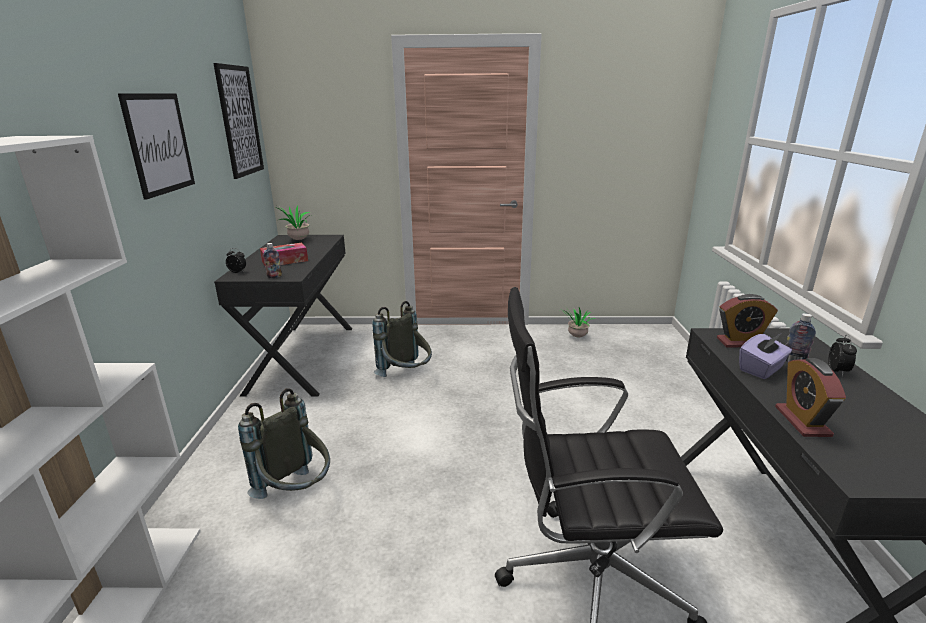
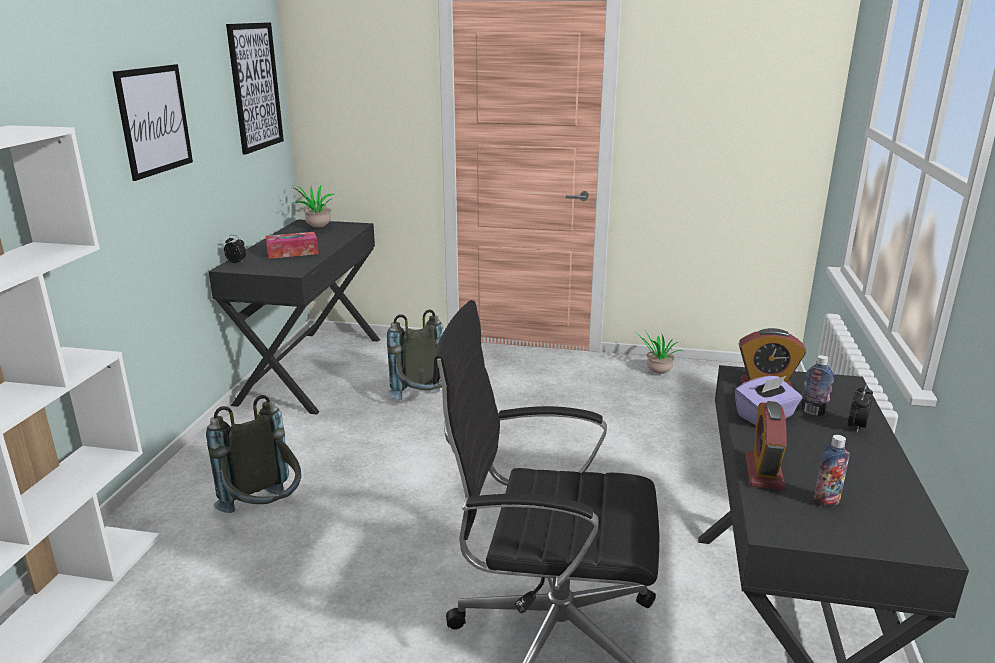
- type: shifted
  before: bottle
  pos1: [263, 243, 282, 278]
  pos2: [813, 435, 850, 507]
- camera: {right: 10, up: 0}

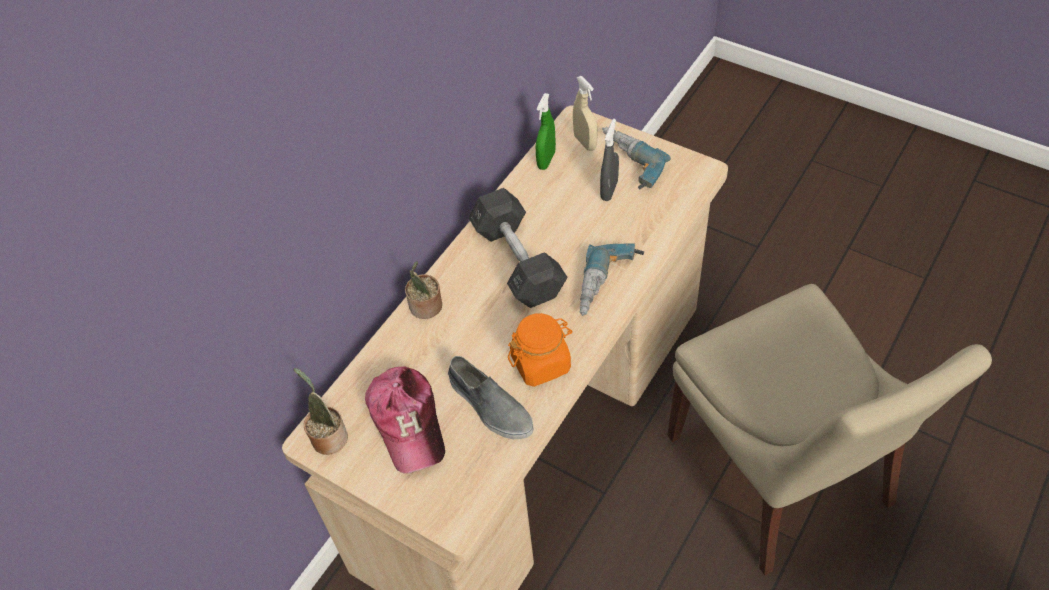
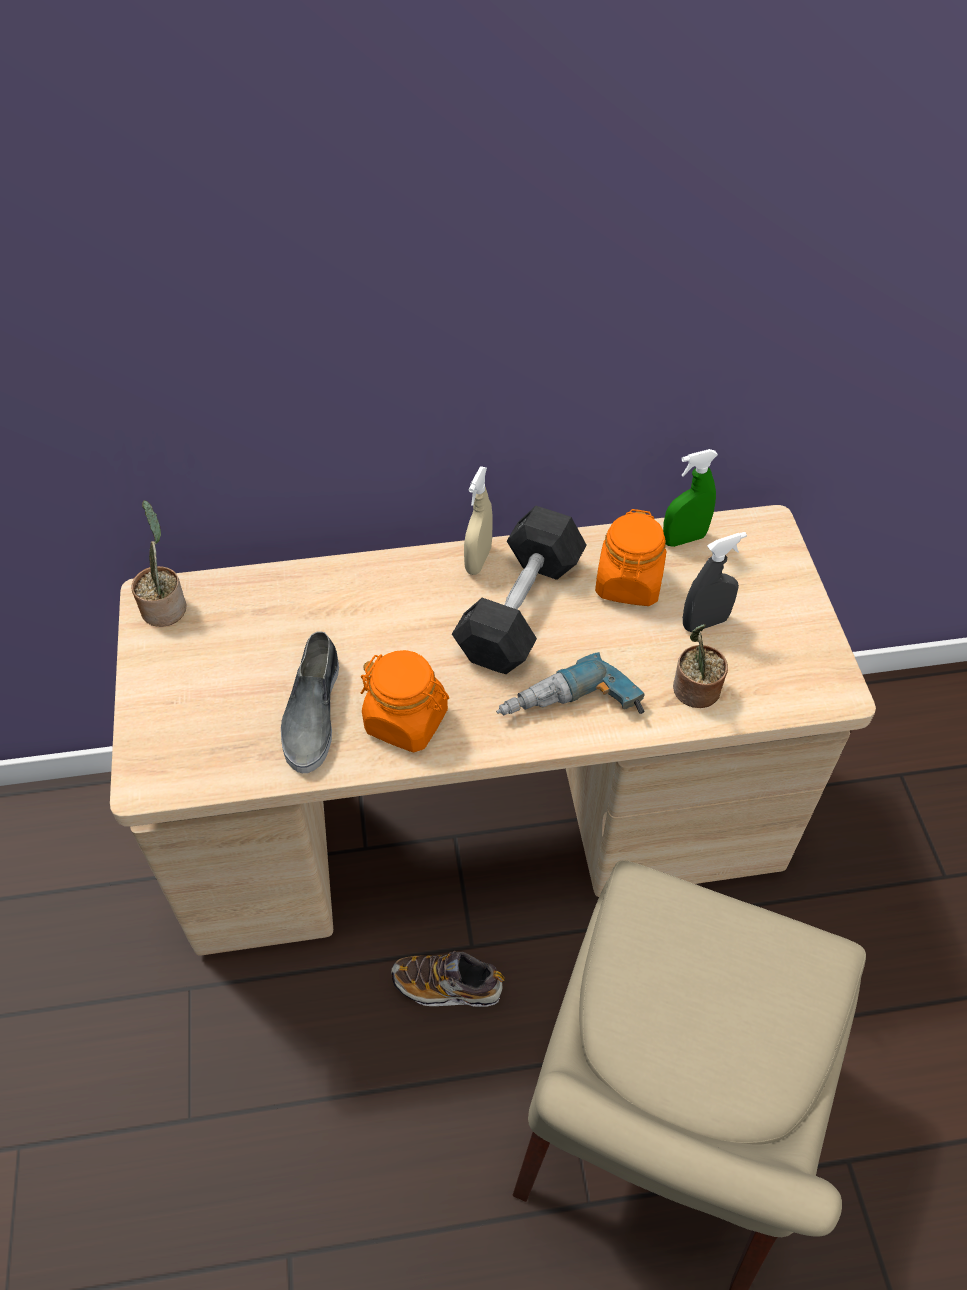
- type: gone
  before: cap
  pos1: [365, 366, 445, 474]
- type: shifted
  before: potted plant
  pos1: [405, 261, 442, 319]
  pos2: [673, 624, 728, 708]
- type: shifted
  before: beige sprayer
  pos1: [573, 76, 598, 151]
  pos2: [464, 466, 493, 575]
- type: gone
  before: power drill
  pos1: [602, 127, 671, 190]
- type: new
  after: item of footwear
  pos2: [391, 951, 505, 1007]
- type: new
  after: orange-coloured storage jar
  pos2: [595, 509, 667, 606]
- camera: {right: 45, up: 0}

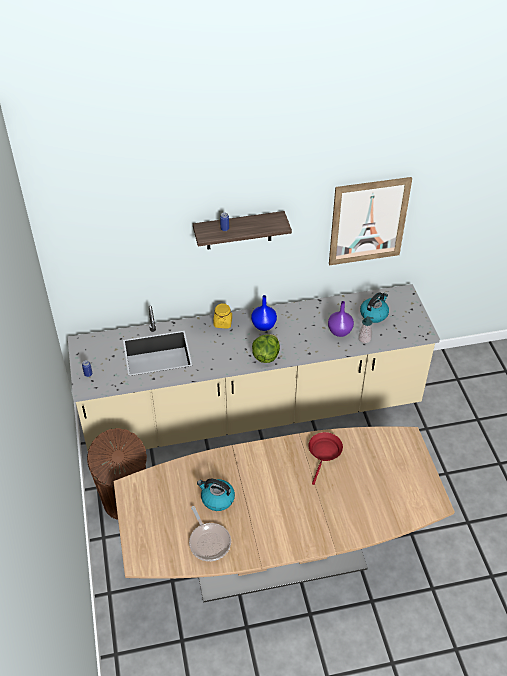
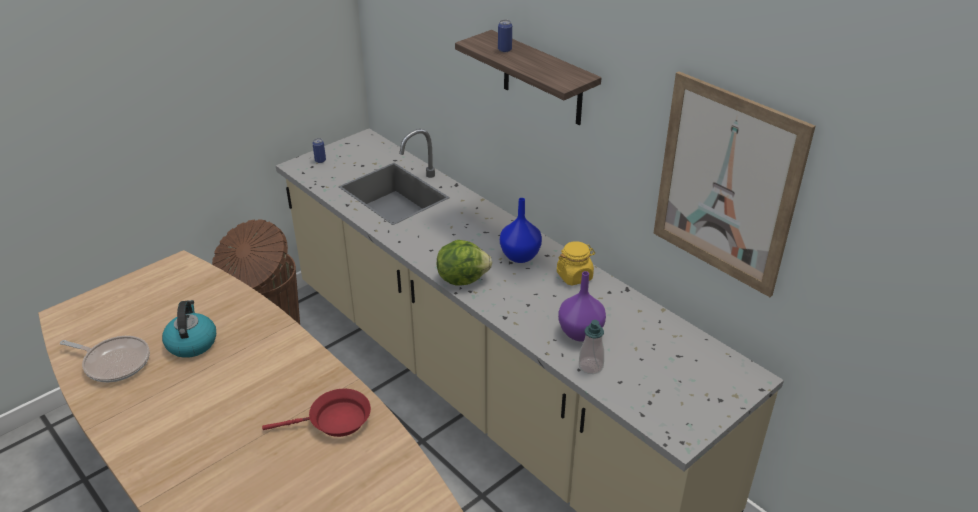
- type: rotated
  before: frying pan
  pos1: [189, 506, 231, 561]
  pos2: [60, 336, 150, 383]
  turn: -105
- type: shifted
  before: yellow storage jar
  pos1: [213, 303, 232, 328]
  pos2: [557, 241, 595, 286]
- type: gone
  before: tea kettle
  pos1: [360, 292, 389, 323]
- camera: {right: 60, up: -10}

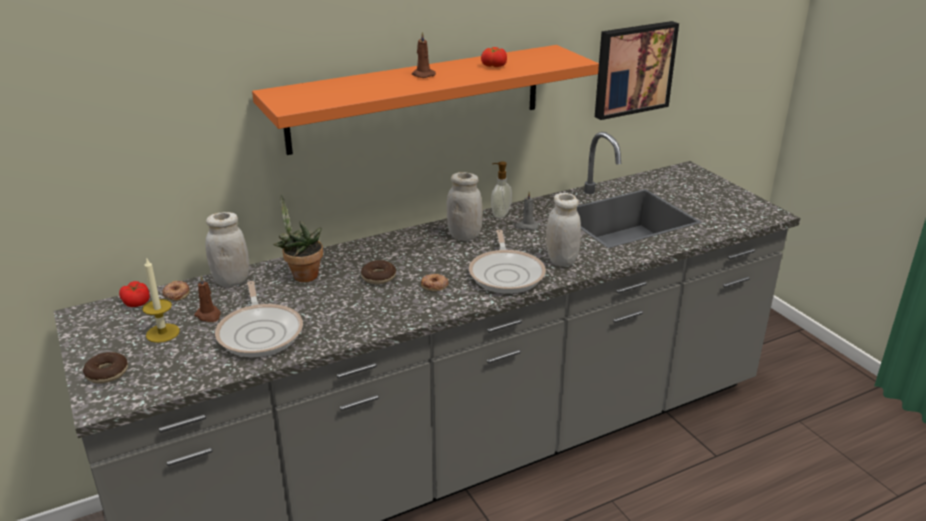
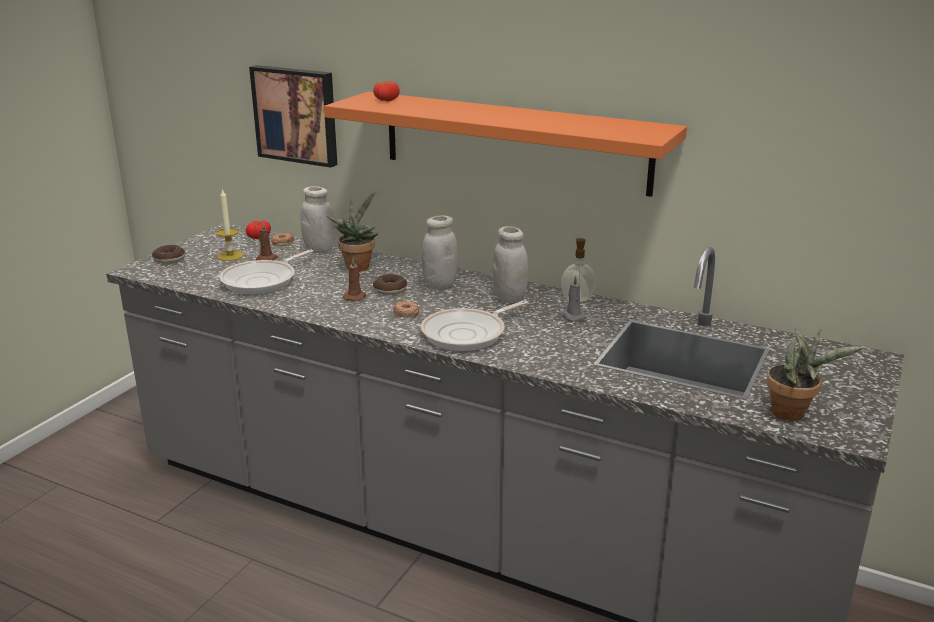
- type: shifted
  before: brown-coloured wax candle
  pos1: [412, 31, 436, 78]
  pos2: [343, 258, 366, 301]
- type: shifted
  before: whole tomato
  pos1: [481, 47, 507, 67]
  pos2: [373, 82, 400, 102]
- type: shifted
  before: white-coloured storage jar
  pos1: [546, 193, 581, 267]
  pos2: [422, 215, 458, 289]
- type: shifted
  before: picture
  pos1: [595, 21, 679, 120]
  pos2: [249, 65, 337, 168]
- type: new
  after: potted plant
  pos2: [766, 328, 865, 421]
- camera: {right: 55, up: -5}

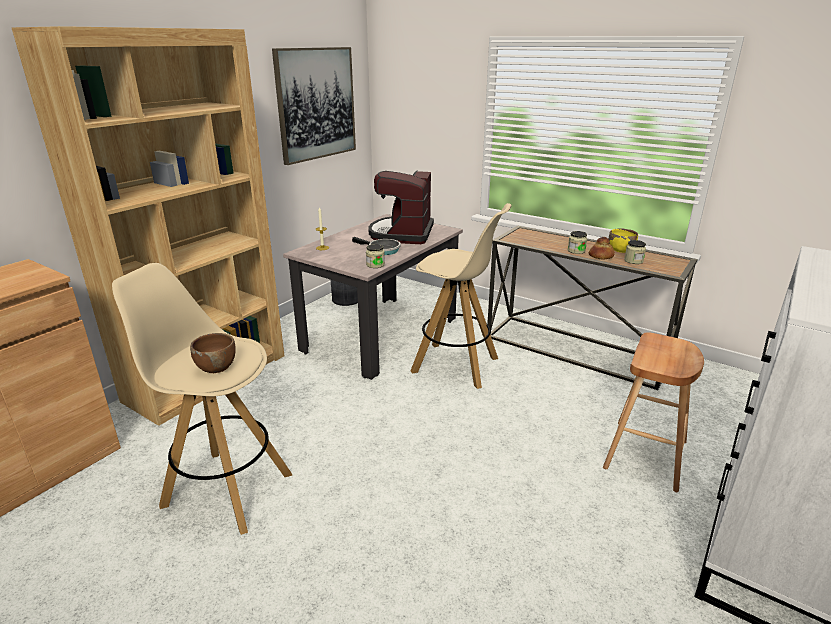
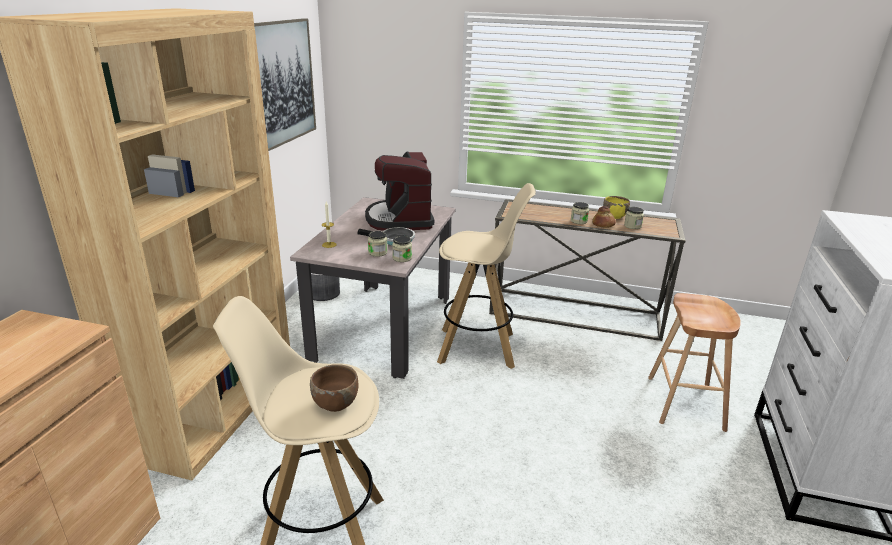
- type: new
  after: storage jar
  pos2: [368, 231, 387, 257]
- camera: {right: -20, up: 0}

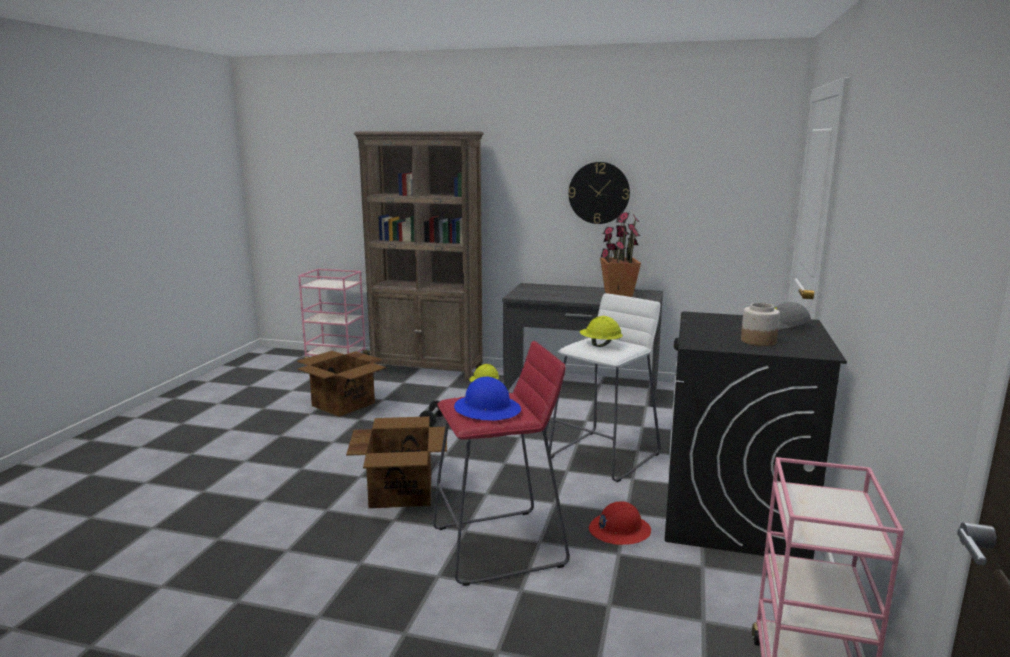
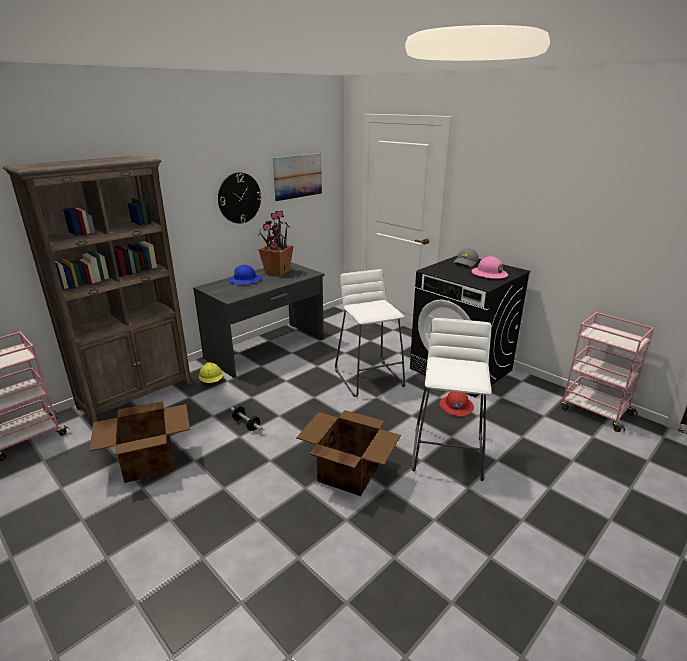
- type: repainted
  before: red-coloured stool
  after: white-coloured stool
  pos1: [433, 341, 570, 586]
  pos2: [412, 318, 491, 481]
- type: shifted
  before: blue-coloured work helmet
  pos1: [454, 376, 521, 421]
  pos2: [228, 265, 261, 284]
- type: gone
  before: yellow work helmet
  pos1: [580, 316, 623, 347]
- type: swapped
  before: storage jar
  after: pink-coloured work helmet
  pos1: [741, 303, 780, 346]
  pos2: [471, 256, 508, 279]
- type: new
  after: picture
  pos2: [273, 153, 322, 201]
- camera: {right: -60, up: 10}

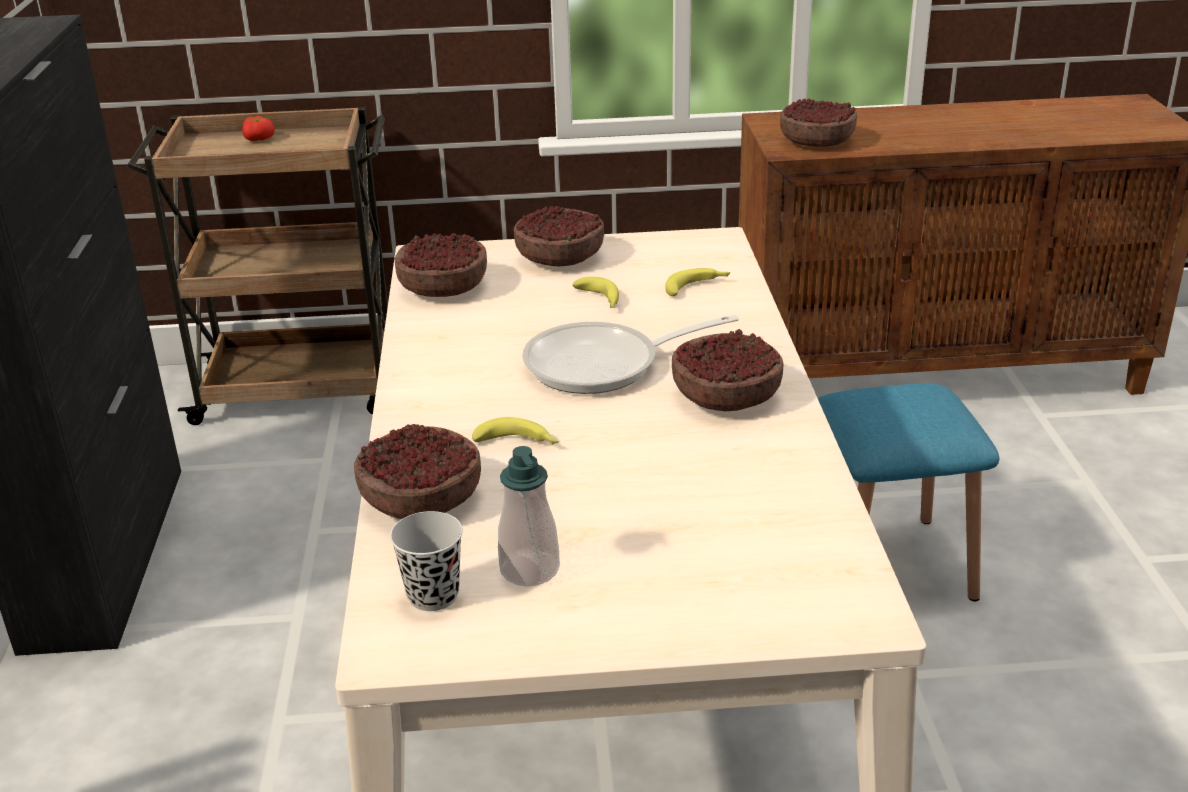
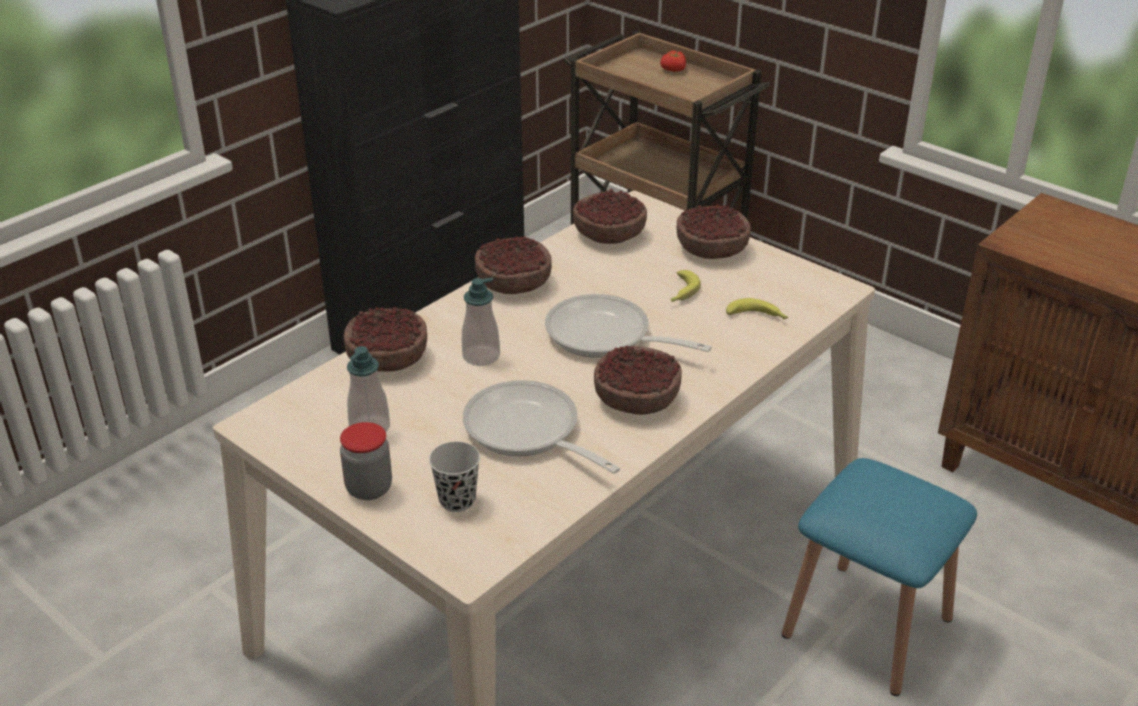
- type: shifted
  before: black small cup
  pos1: [390, 511, 463, 611]
  pos2: [429, 441, 480, 512]
- type: swapped
  before: whole banana
  after: liquid soap bottle
  pos1: [472, 417, 559, 445]
  pos2: [462, 278, 500, 366]
- type: shifted
  before: deep dish
  pos1: [780, 99, 857, 147]
  pos2: [475, 236, 552, 294]
- type: new
  after: storage jar
  pos2: [340, 422, 392, 500]
- type: new
  after: frying pan
  pos2: [463, 380, 620, 474]
- camera: {right: 45, up: 5}

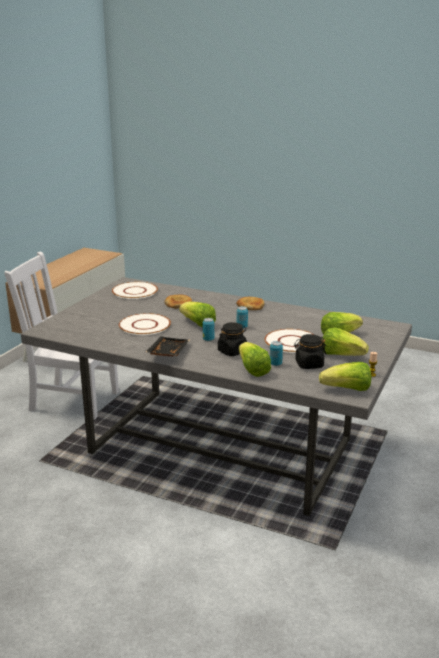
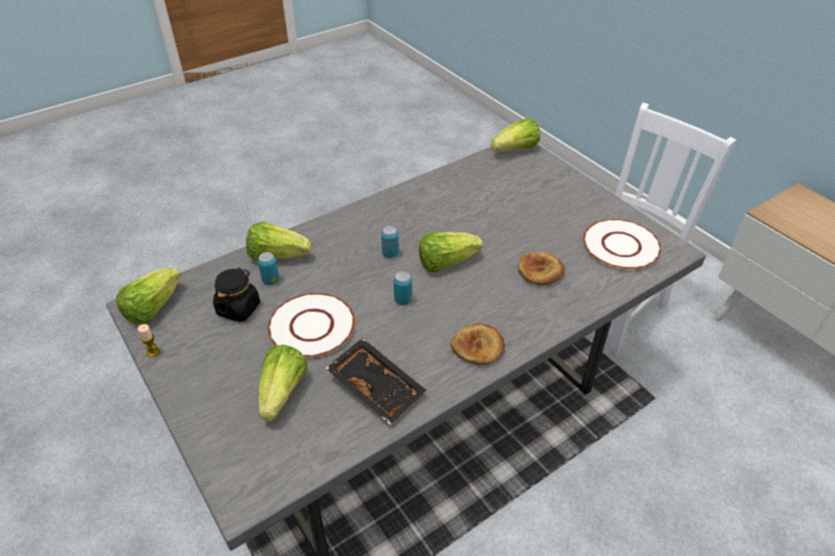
- type: gone
  before: white-coloured plate
  pos1: [119, 313, 171, 335]
- type: shifted
  before: black tray
  pos1: [146, 336, 189, 356]
  pos2: [326, 338, 426, 424]
- type: gone
  before: black storage jar
  pos1: [218, 322, 247, 356]
- type: shifted
  before: lettuce
  pos1: [321, 327, 369, 356]
  pos2: [491, 119, 540, 152]
- camera: {right: 120, up: 20}

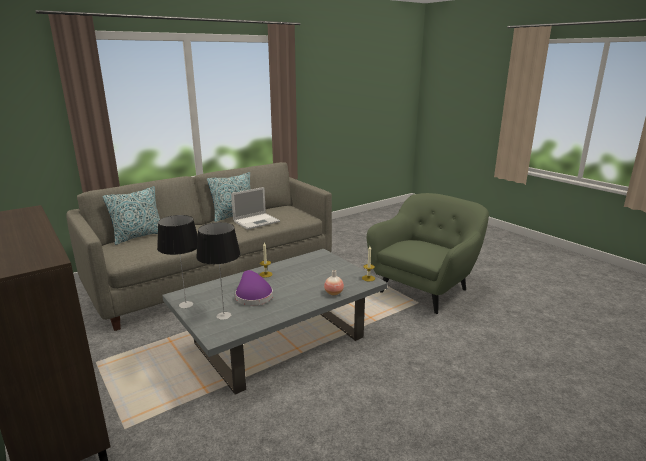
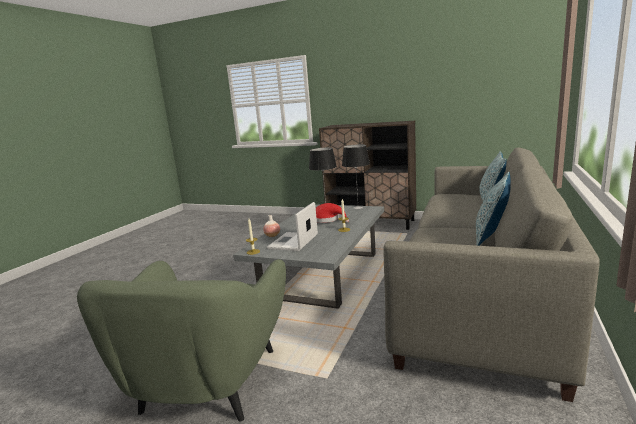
- type: shifted
  before: portable computer
  pos1: [231, 187, 280, 230]
  pos2: [267, 202, 318, 251]
- type: repainted
  before: purple clothing hat
  after: red-coloured clothing hat
  pos1: [235, 270, 273, 306]
  pos2: [316, 203, 349, 223]
- camera: {right: 150, up: -5}

